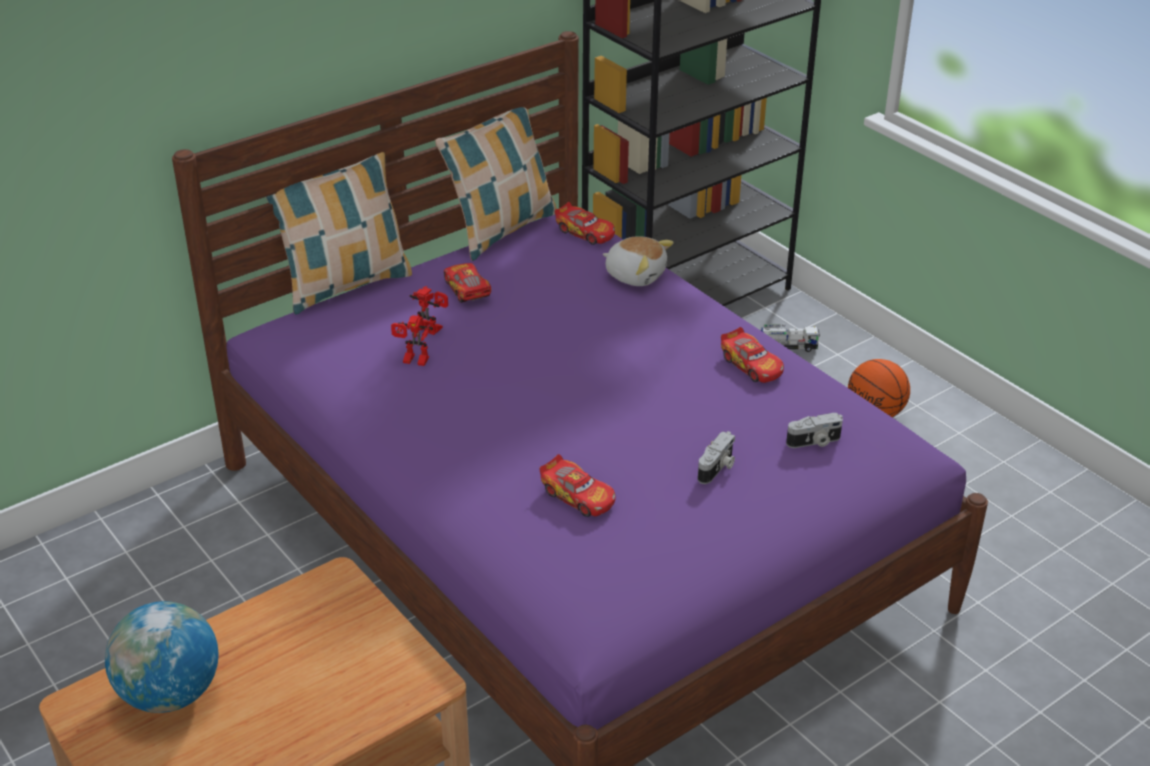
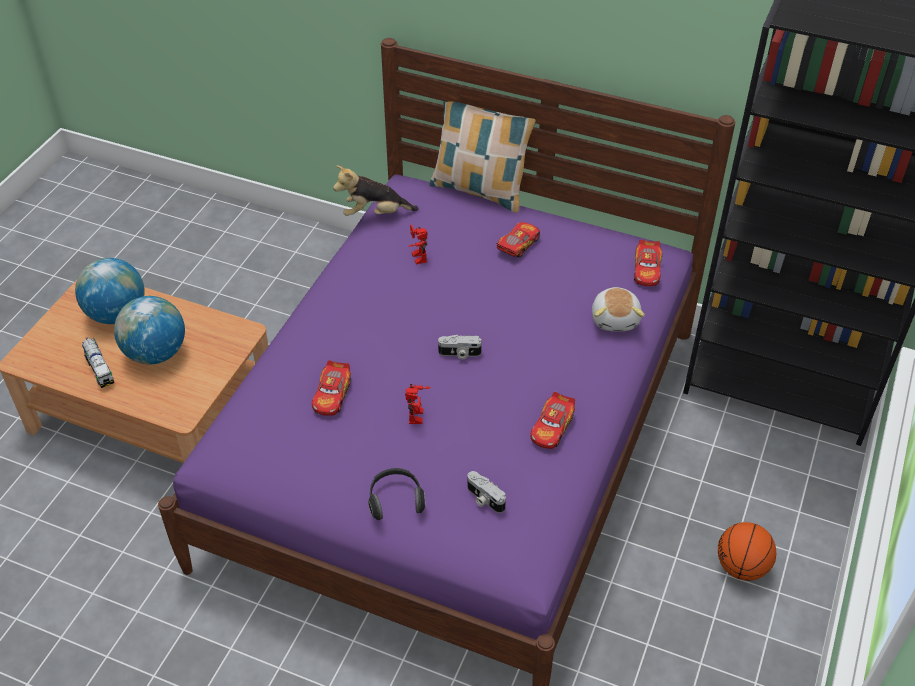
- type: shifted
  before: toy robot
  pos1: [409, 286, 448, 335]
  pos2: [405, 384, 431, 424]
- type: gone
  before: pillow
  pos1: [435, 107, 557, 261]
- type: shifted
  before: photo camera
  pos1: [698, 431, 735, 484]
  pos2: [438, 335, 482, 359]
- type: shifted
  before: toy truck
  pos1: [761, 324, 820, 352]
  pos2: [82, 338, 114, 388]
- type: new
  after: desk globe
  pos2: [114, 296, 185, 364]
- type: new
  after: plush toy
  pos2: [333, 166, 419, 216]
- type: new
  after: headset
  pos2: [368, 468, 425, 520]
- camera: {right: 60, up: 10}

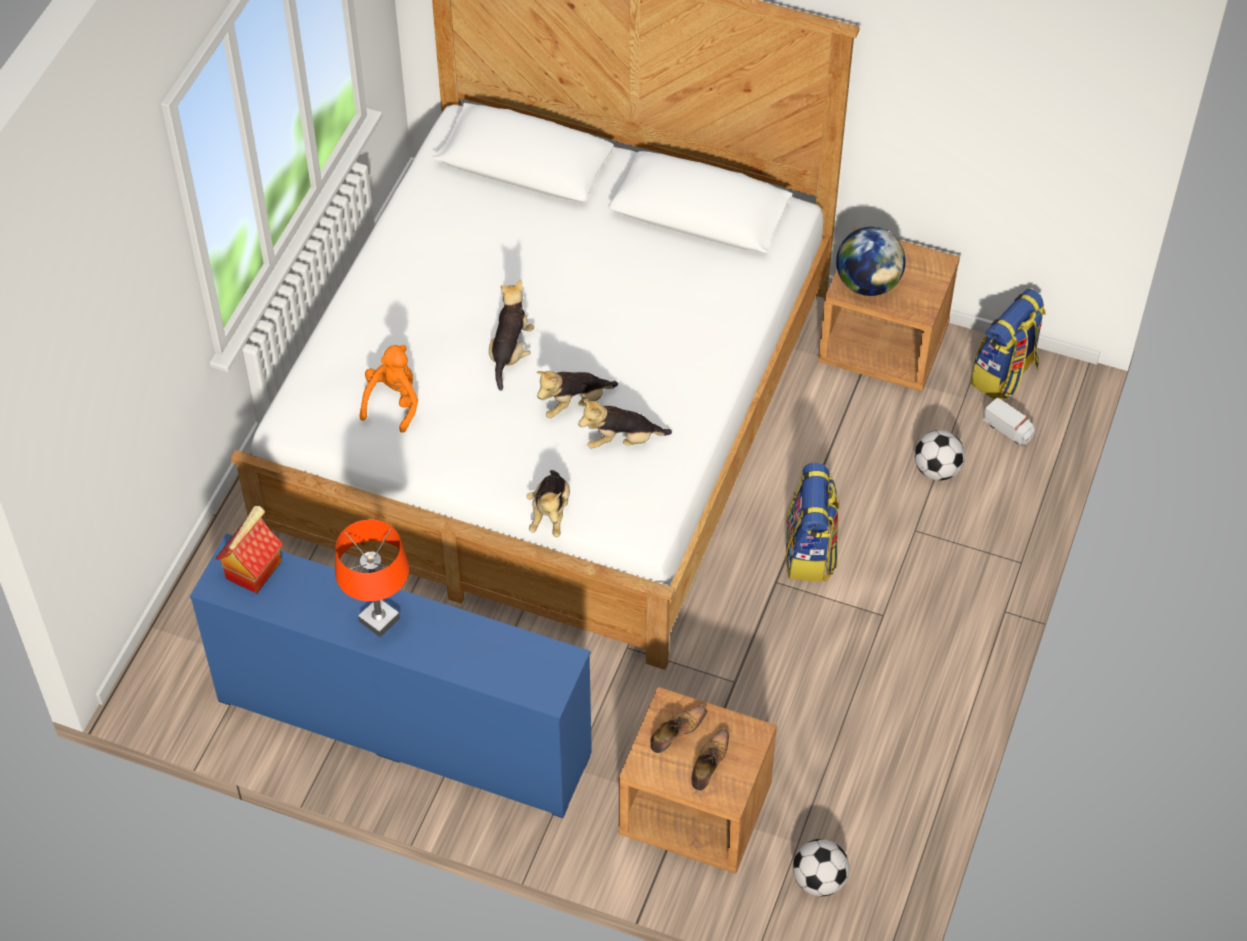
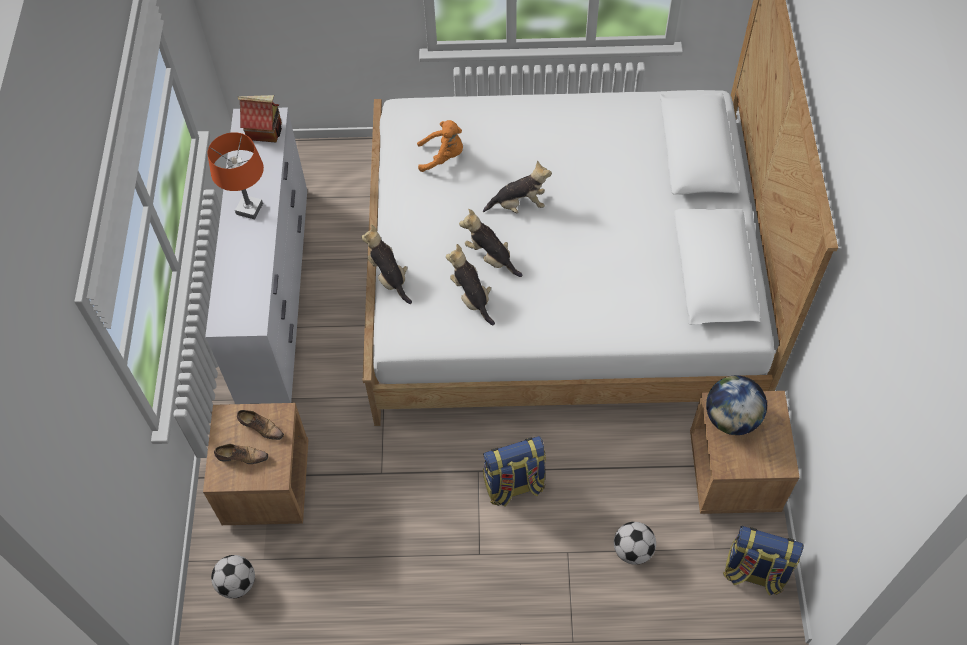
- type: repainted
  before: blue-coloured drawer chest
  after: white-coloured drawer chest
  pos1: [190, 533, 592, 818]
  pos2: [205, 107, 307, 404]
- type: rotated
  before: plush toy
  pos1: [527, 470, 570, 537]
  pos2: [361, 225, 412, 304]
  turn: 75
- type: gone
  before: toy truck
  pos1: [982, 397, 1035, 447]
- camera: {right: 70, up: 5}

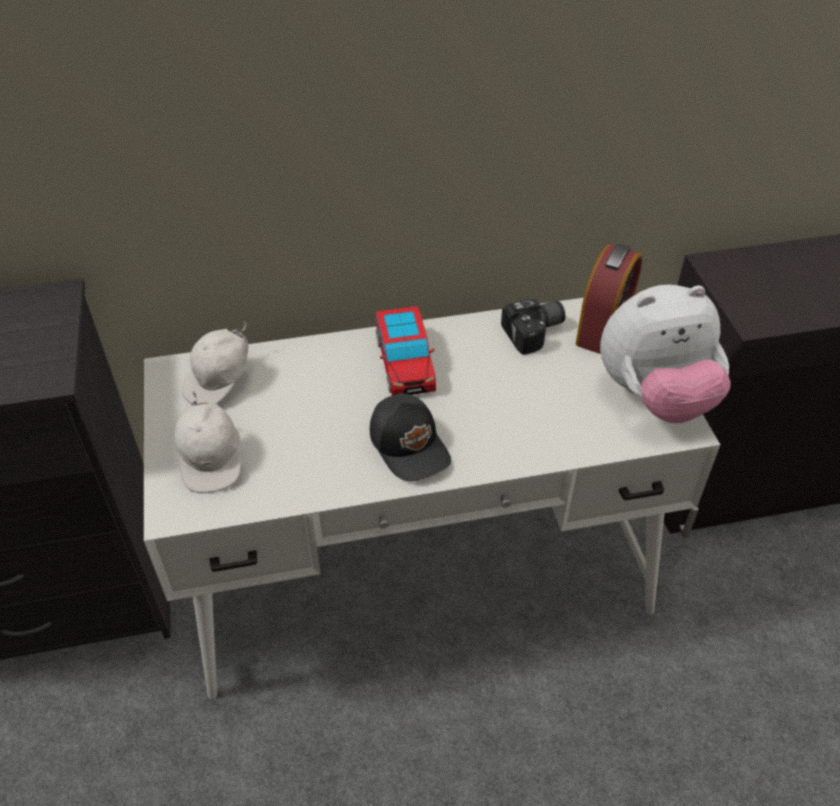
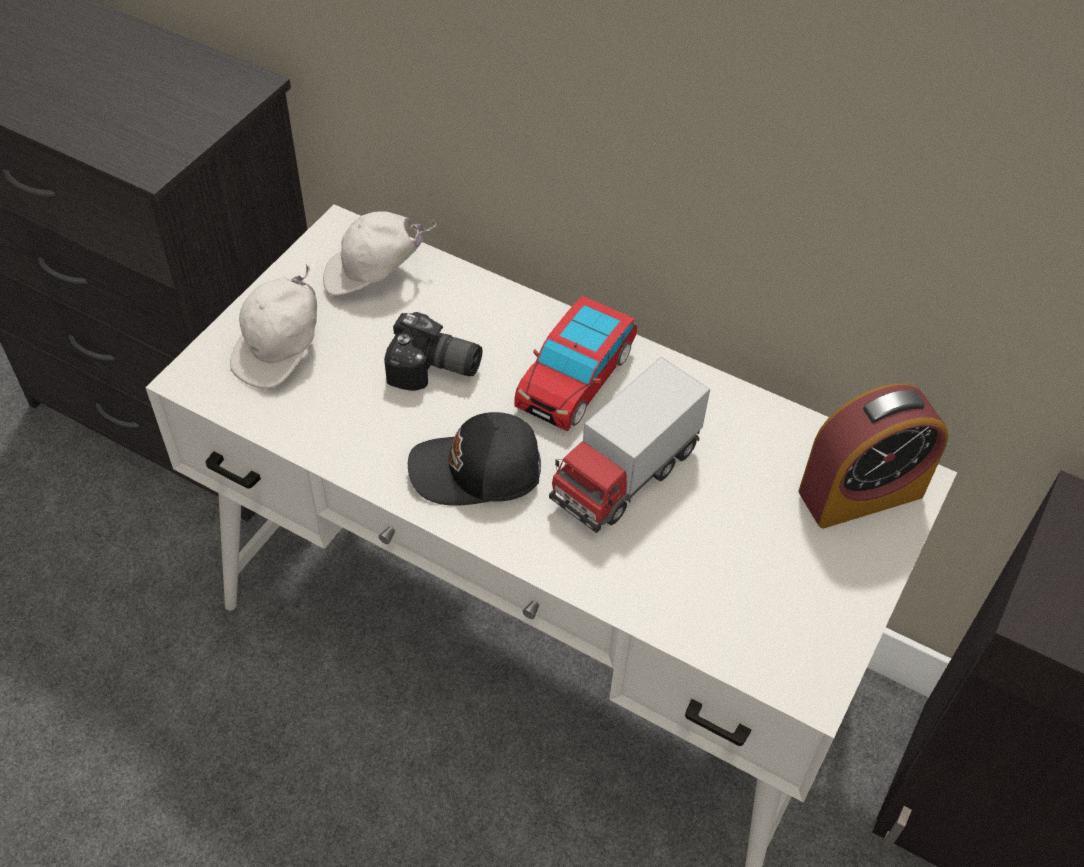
- type: rotated
  before: black cap
  pos1: [370, 393, 451, 482]
  pos2: [408, 412, 541, 506]
  turn: 75
- type: shifted
  before: photo camera
  pos1: [501, 299, 565, 355]
  pos2: [384, 312, 482, 391]
- type: gone
  before: plush toy
  pos1: [600, 285, 731, 423]
- type: new
  after: toy truck
  pos2: [549, 357, 710, 533]
- camera: {right: 40, up: 5}

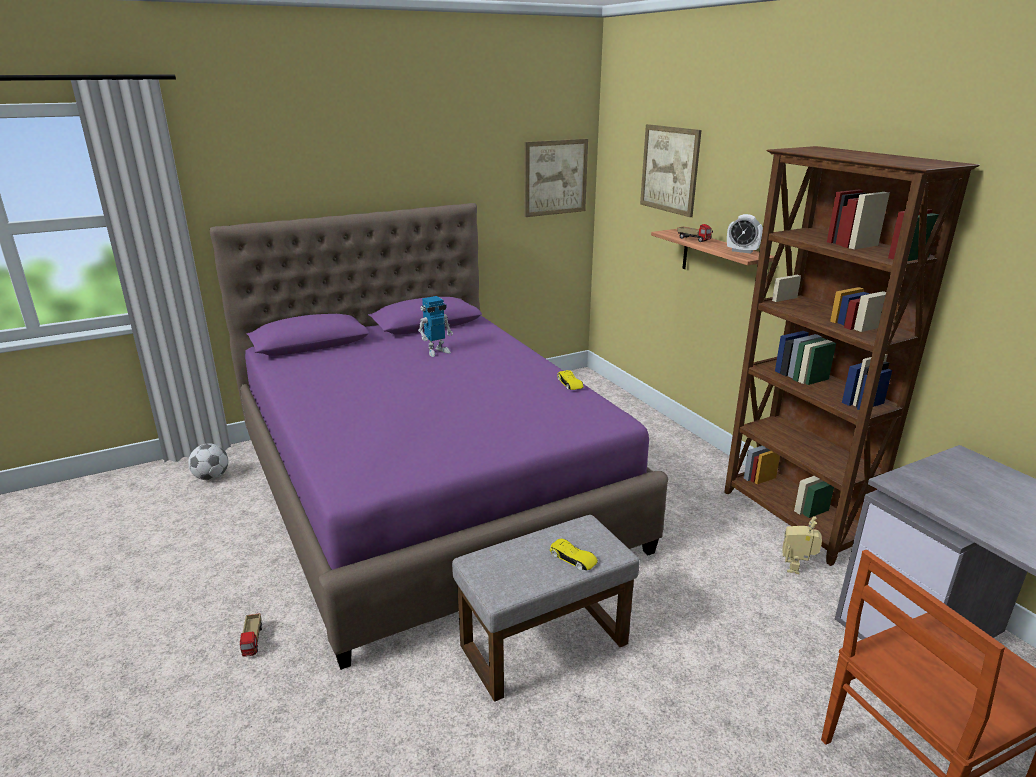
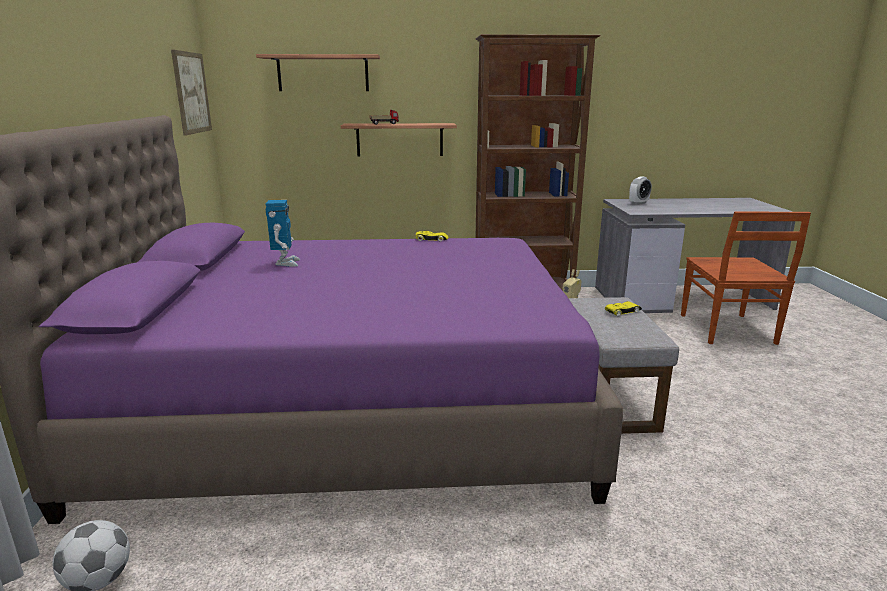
- type: gone
  before: toy truck
  pos1: [240, 613, 262, 657]
- type: swapped
  before: picture
  after: bracket shelf
  pos1: [640, 124, 702, 217]
  pos2: [256, 54, 380, 91]
- type: shifted
  before: table clock
  pos1: [727, 214, 763, 254]
  pos2: [629, 176, 652, 205]
- camera: {right: -65, up: -5}

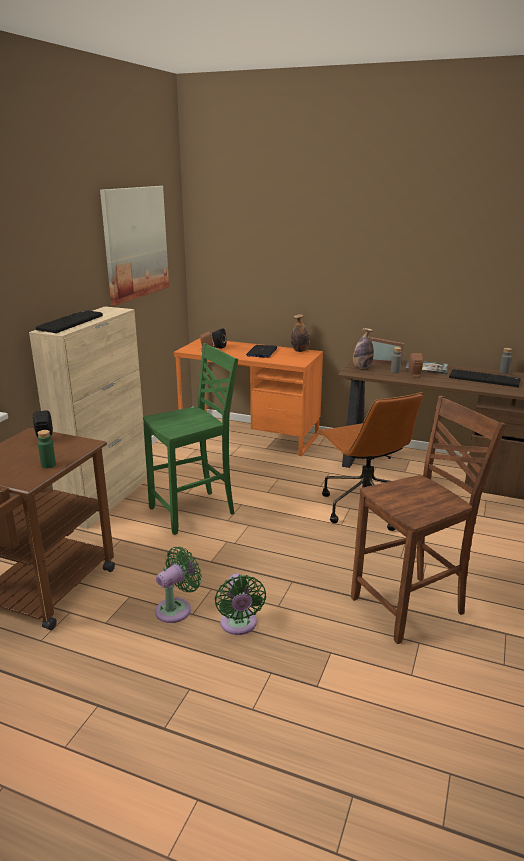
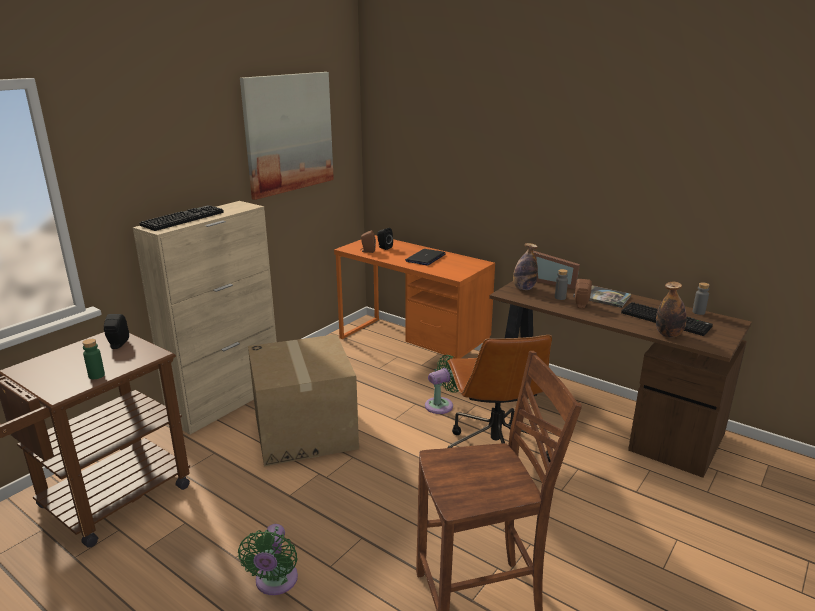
- type: swapped
  before: green-coloured chair
  after: carton
  pos1: [143, 343, 238, 535]
  pos2: [248, 334, 359, 467]
- type: shifted
  before: green-coloured fan
  pos1: [155, 547, 202, 623]
  pos2: [425, 355, 459, 414]
- type: shifted
  before: bottle
  pos1: [291, 314, 310, 352]
  pos2: [656, 282, 686, 337]
- camera: {right: 15, up: 0}

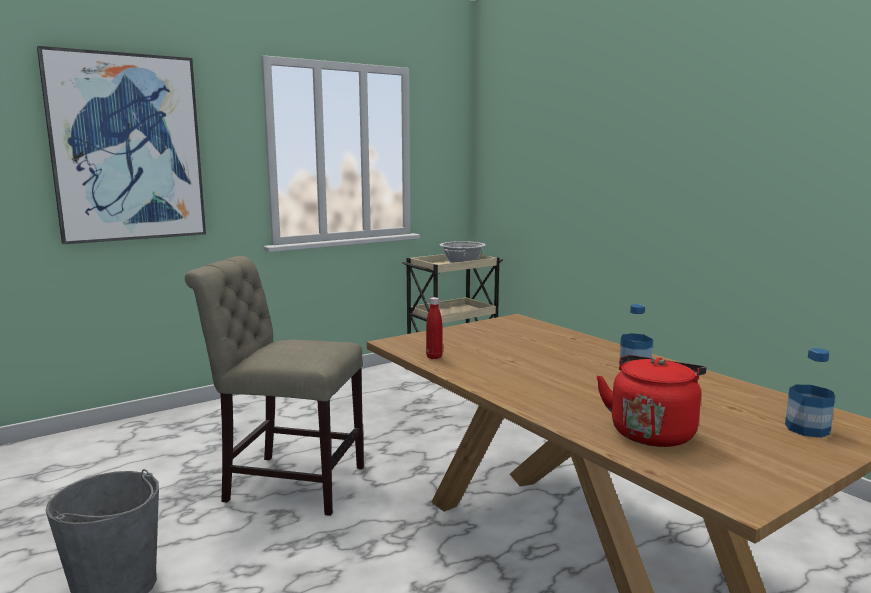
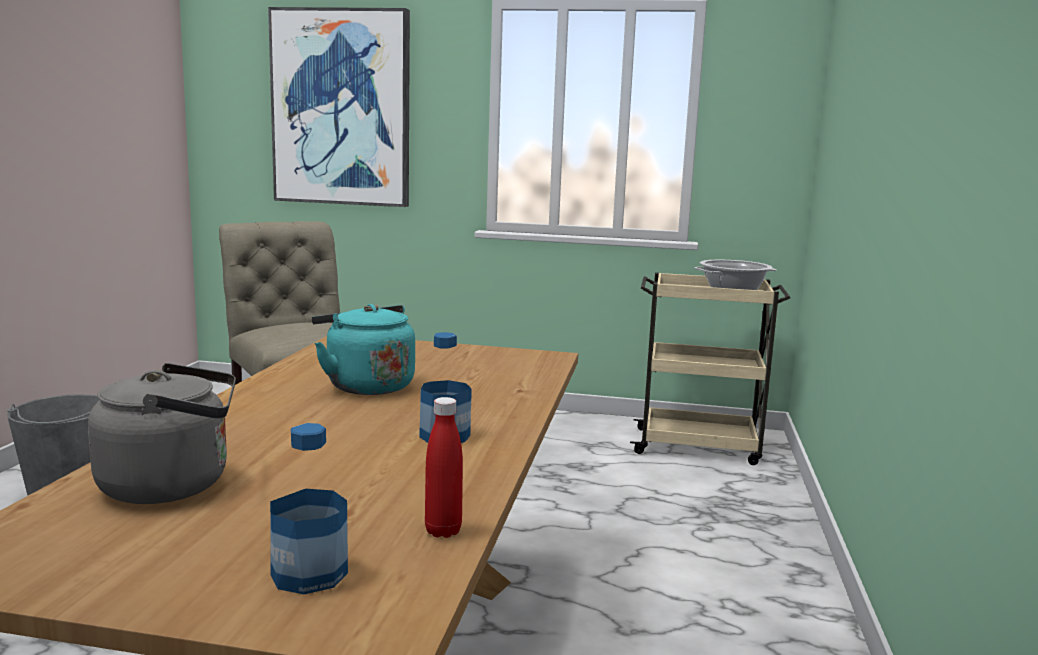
- type: shifted
  before: red-coloured bottle
  pos1: [426, 297, 443, 359]
  pos2: [425, 397, 463, 538]
- type: repainted
  before: red-coloured tea kettle
  after: grey tea kettle
  pos1: [596, 355, 706, 447]
  pos2: [88, 363, 236, 504]
- type: new
  after: turquoise-coloured tea kettle
  pos2: [312, 304, 415, 395]
- camera: {right: 45, up: 0}

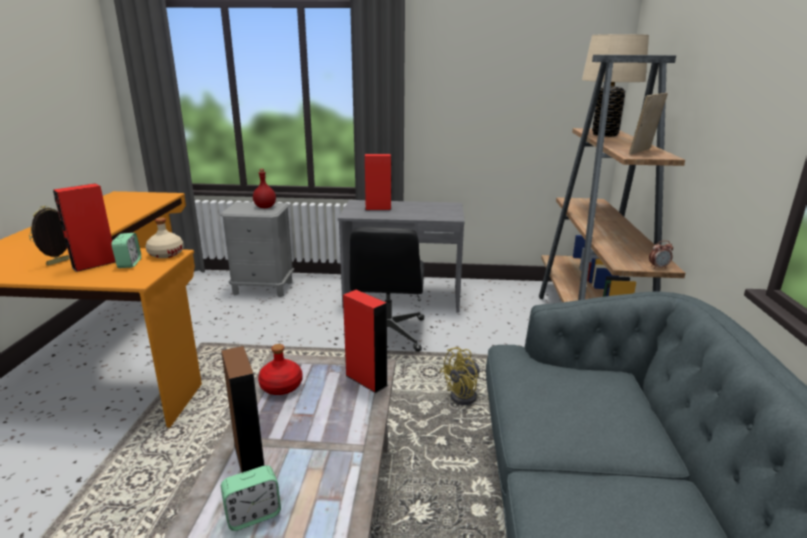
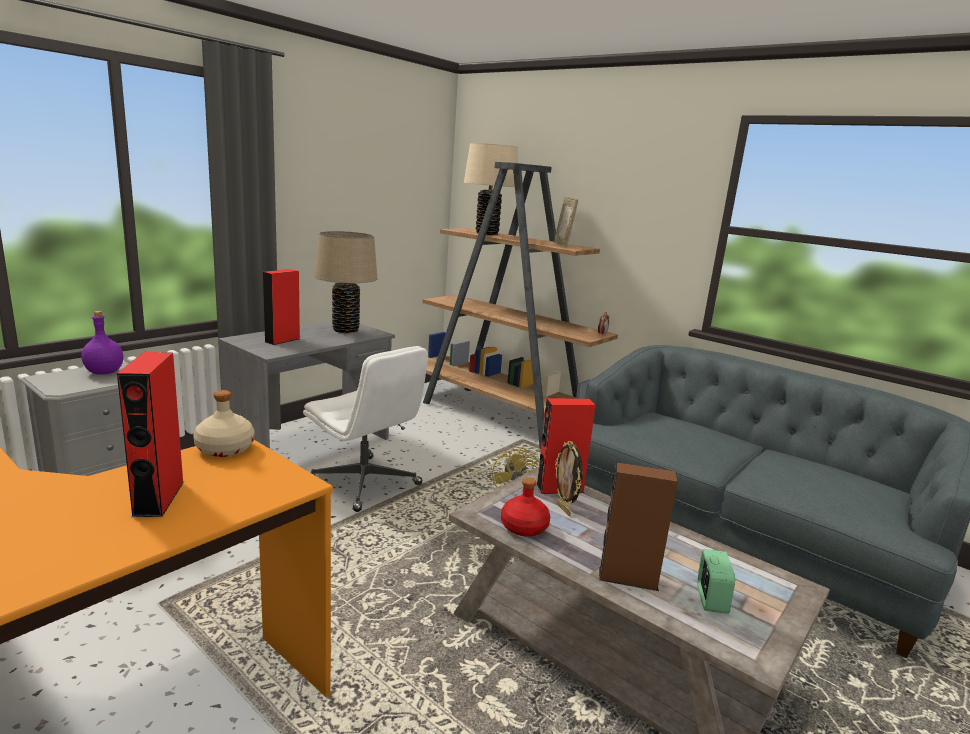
- type: shifted
  before: photo frame
  pos1: [29, 206, 70, 266]
  pos2: [555, 441, 583, 516]
- type: gone
  before: table clock
  pos1: [111, 233, 141, 268]
- type: repainted
  before: red-coloured bottle
  after: purple bottle
  pos1: [253, 169, 276, 208]
  pos2: [81, 311, 123, 375]
- type: repainted
  before: black computer chair
  after: white-coloured computer chair
  pos1: [350, 227, 424, 352]
  pos2: [303, 346, 428, 512]
- type: new
  after: beige tabletop lamp
  pos2: [315, 231, 377, 333]
- camera: {right: -55, up: -5}

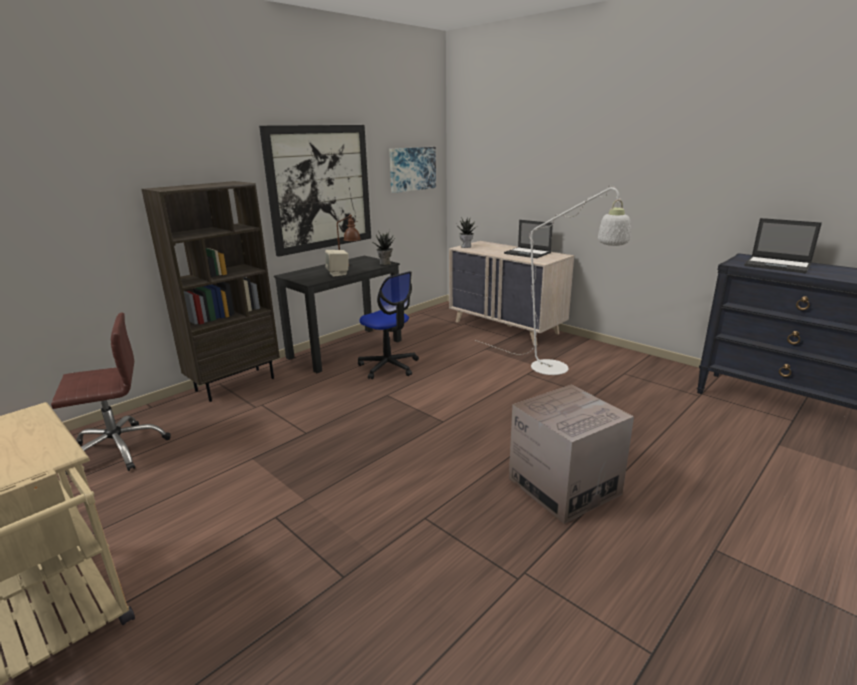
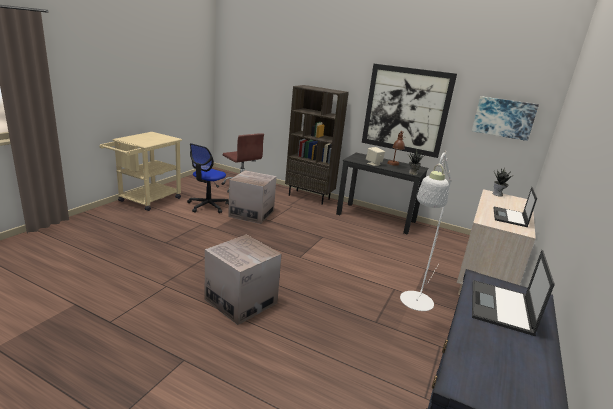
- type: shifted
  before: computer chair
  pos1: [358, 271, 419, 379]
  pos2: [187, 143, 229, 213]
- type: new
  after: carton
  pos2: [228, 170, 277, 224]
- camera: {right: 70, up: 0}

